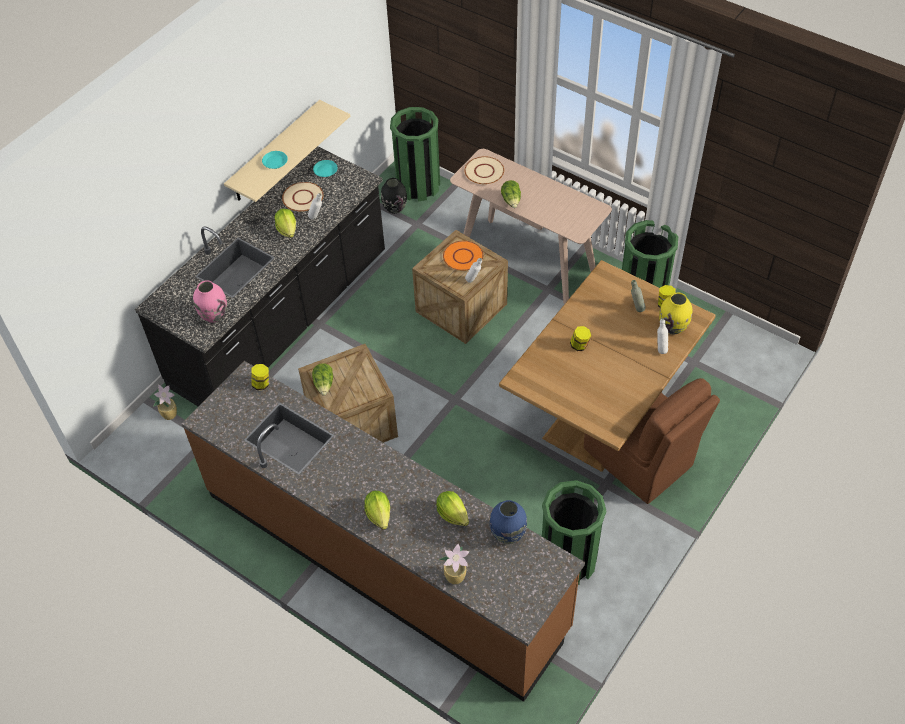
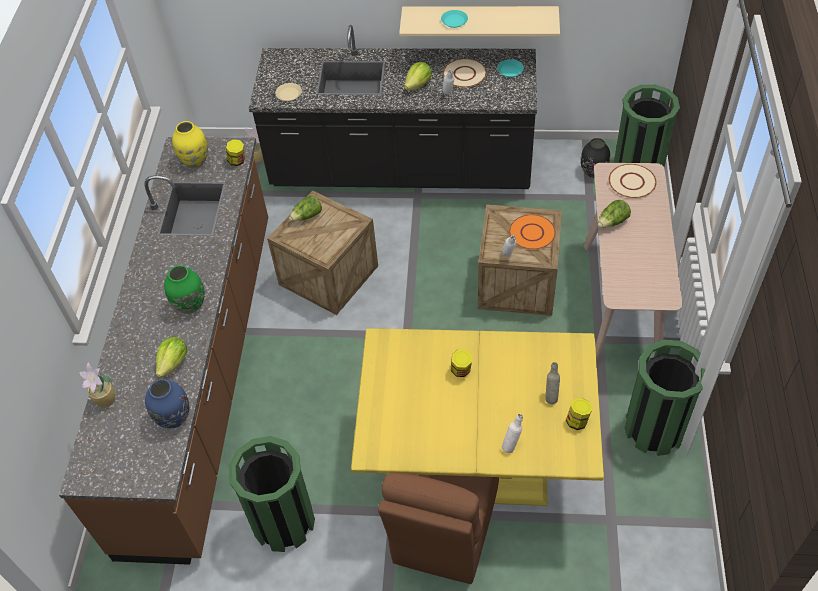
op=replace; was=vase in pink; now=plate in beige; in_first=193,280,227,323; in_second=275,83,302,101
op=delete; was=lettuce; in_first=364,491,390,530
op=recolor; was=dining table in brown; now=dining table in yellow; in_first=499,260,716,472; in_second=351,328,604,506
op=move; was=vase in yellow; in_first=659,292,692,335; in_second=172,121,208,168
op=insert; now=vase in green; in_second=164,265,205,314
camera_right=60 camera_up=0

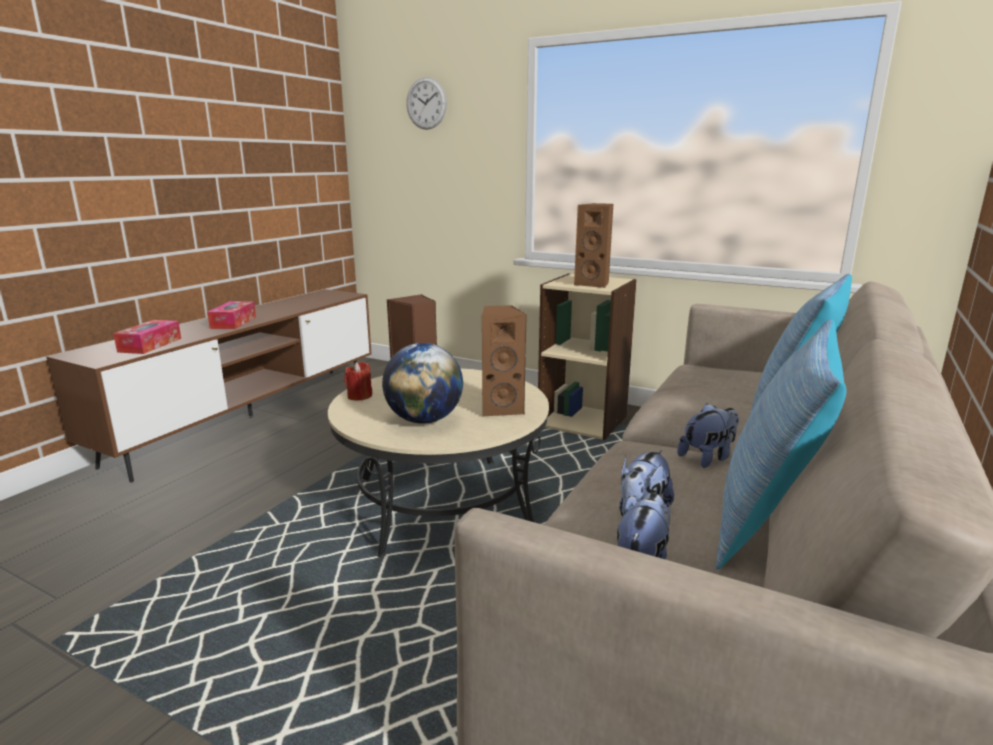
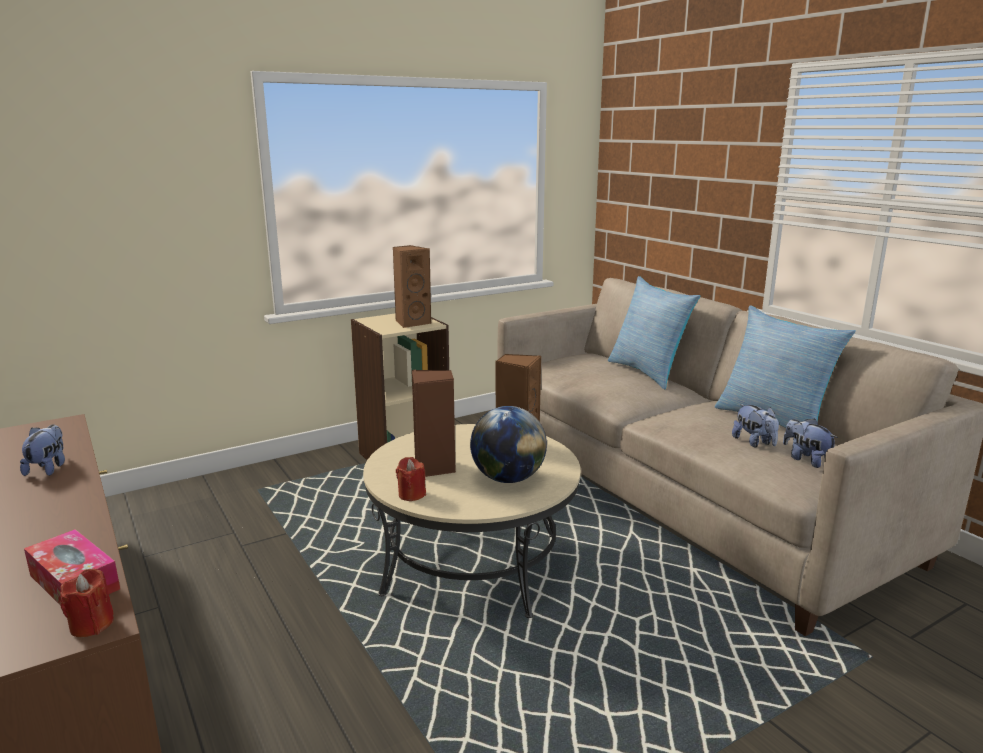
op=delete; was=tissue box; in_first=207,301,256,329
op=delete; was=wall clock; in_first=406,77,447,130
op=move; was=plush toy; in_first=677,403,739,468; in_second=20,424,65,476
op=insert; now=candle in red; in_second=60,568,114,637
camera_right=-60 camera_up=0

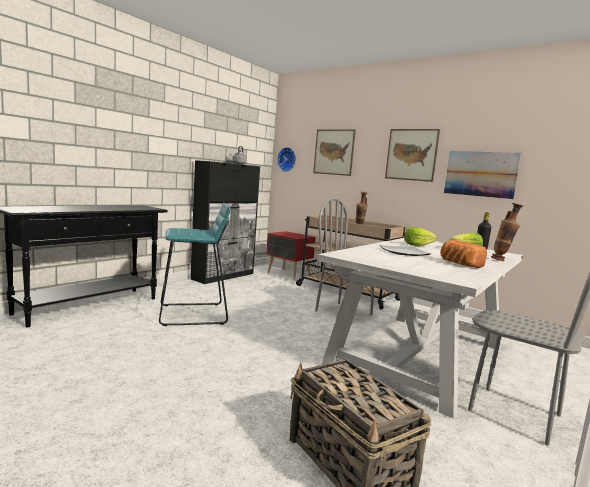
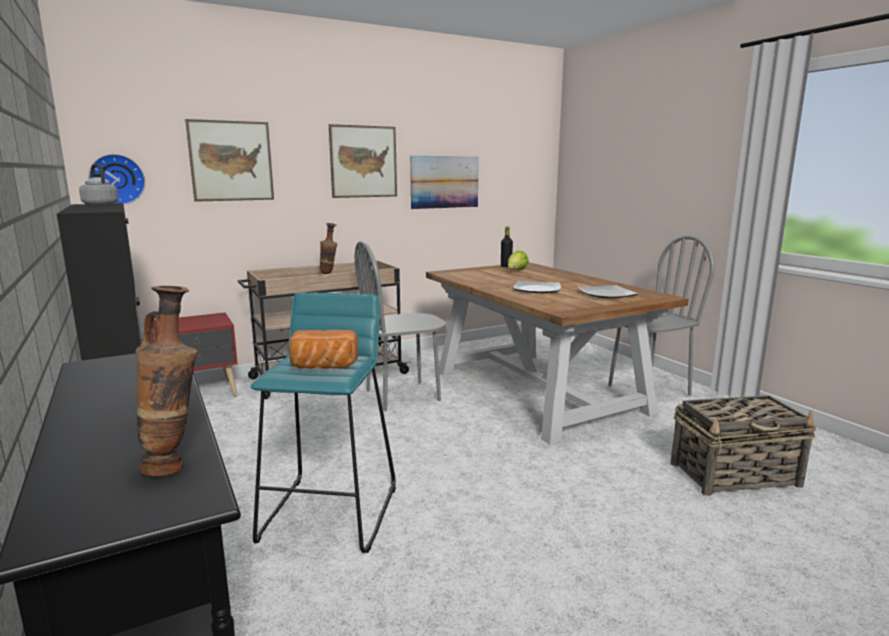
op=recolor; was=dining table in white; now=dining table in brown; in_first=317,238,523,418; in_second=426,262,689,444
op=delete; was=lettuce; in_first=404,227,437,246
op=move; was=bread; in_first=441,240,487,268; in_second=289,330,359,369
op=move; was=vase; in_first=491,203,523,261; in_second=135,286,197,476
op=insert; now=plate; in_second=577,285,638,298
camera_right=-65 camera_up=5

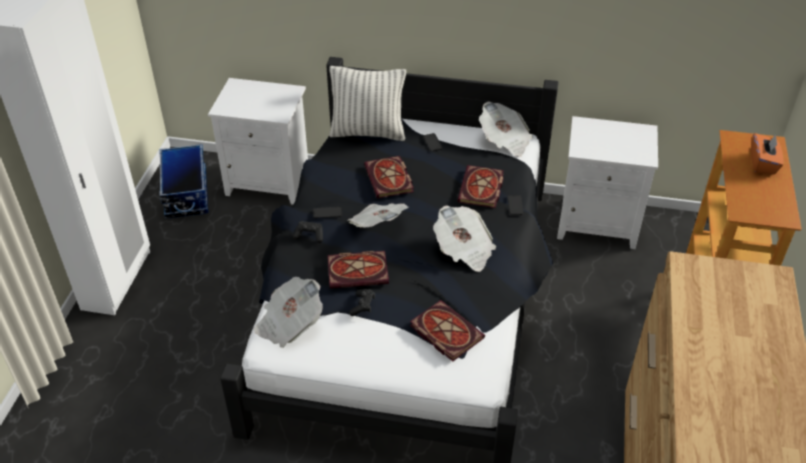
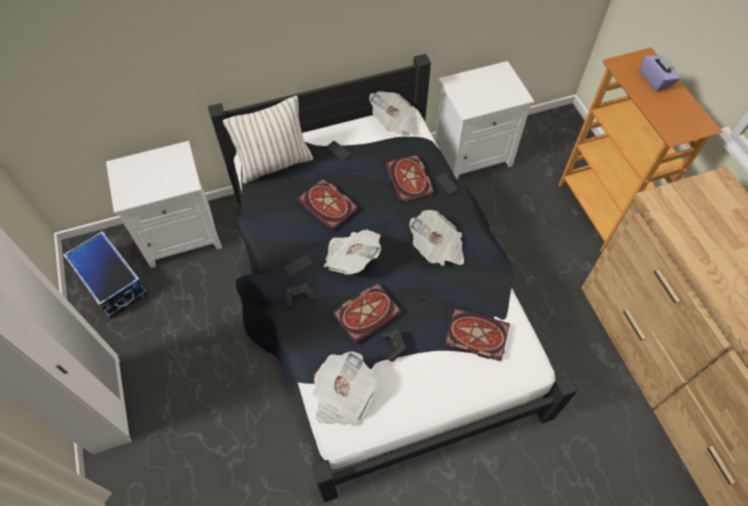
op=recolor; was=tissue box in orange; now=tissue box in purple; in_first=751,133,784,174; in_second=640,53,680,91
camera_right=-30 camera_up=15

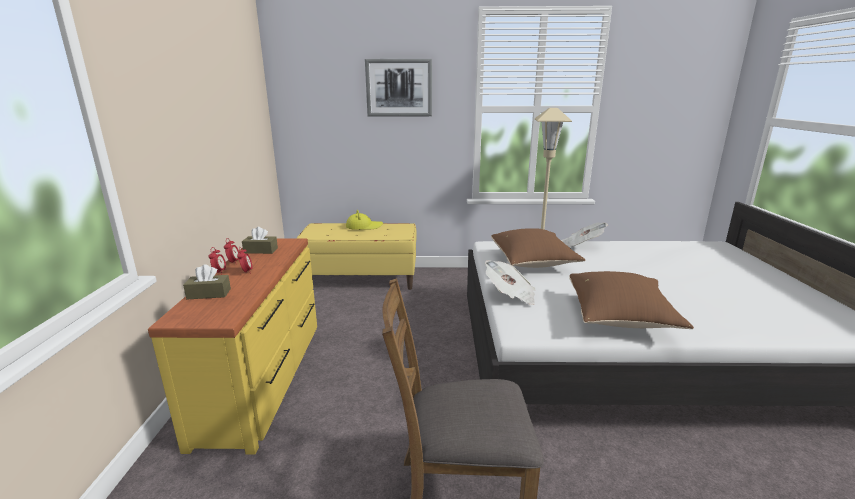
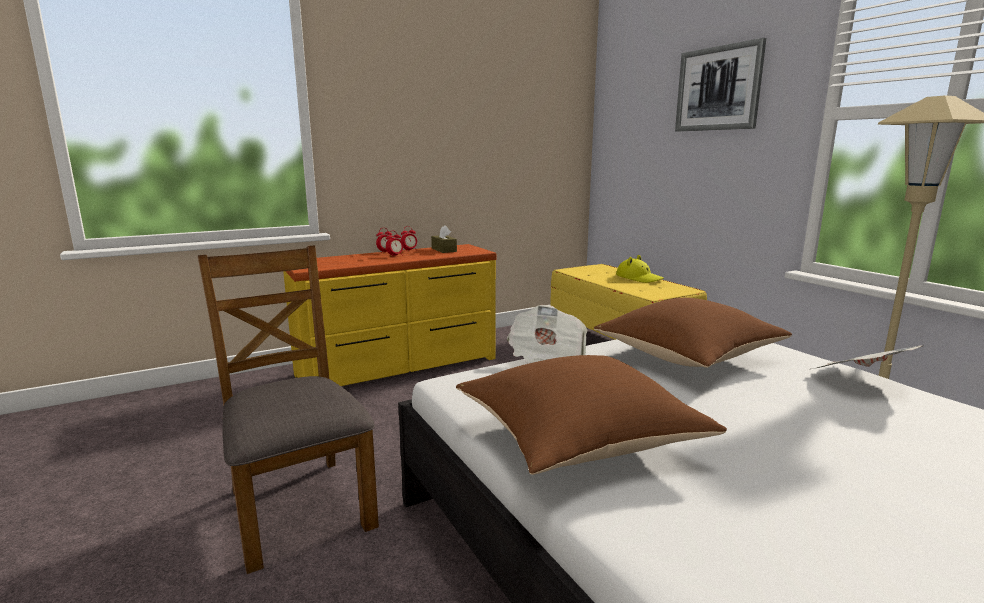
op=delete; was=tissue box in brown; in_first=183,264,231,299
camera_right=60 camera_up=-5

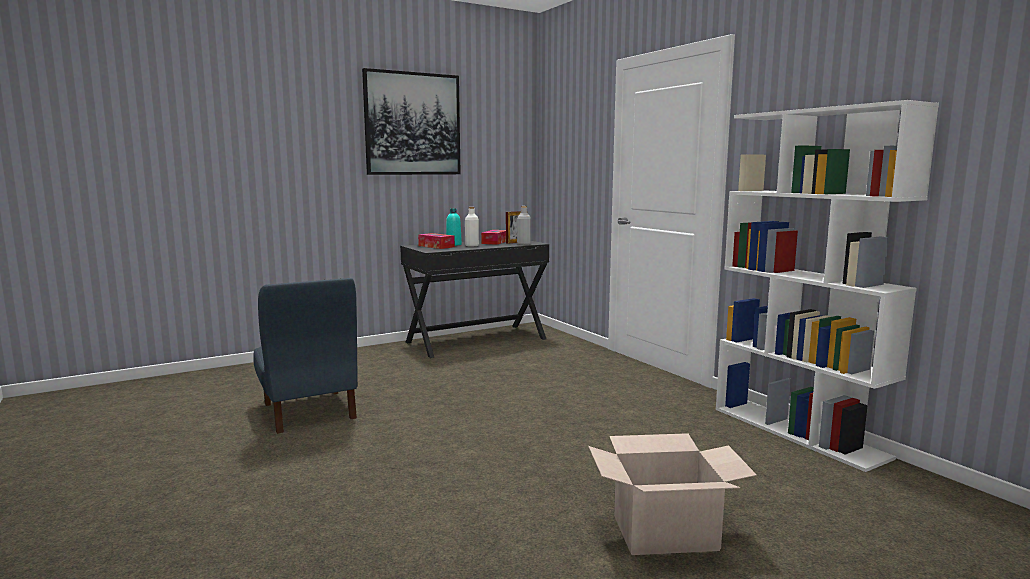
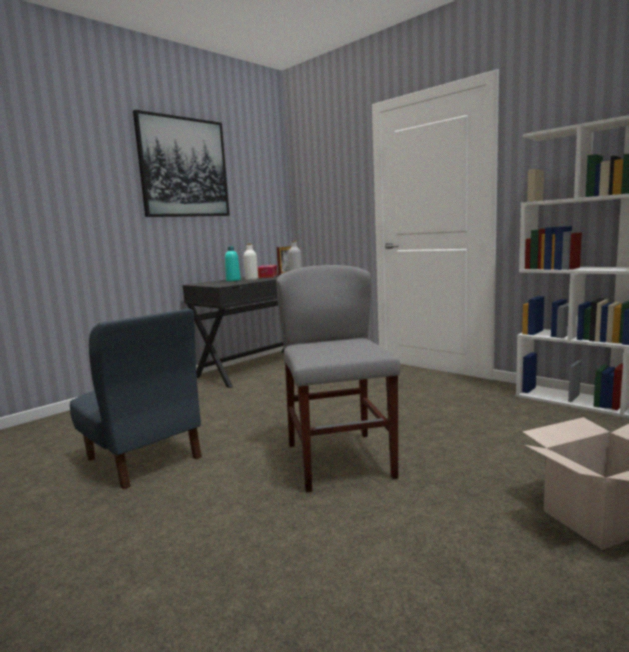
op=delete; was=tissue box; in_first=418,233,455,249
op=insert; now=chair in grey; in_second=276,265,400,492
camera_right=-15 camera_up=0

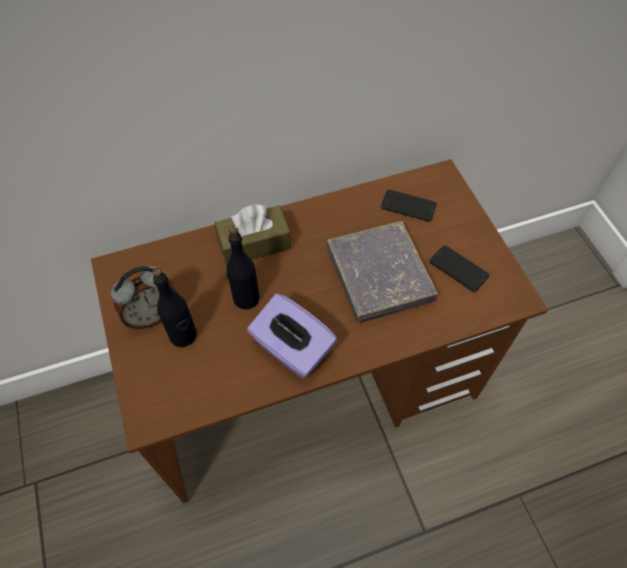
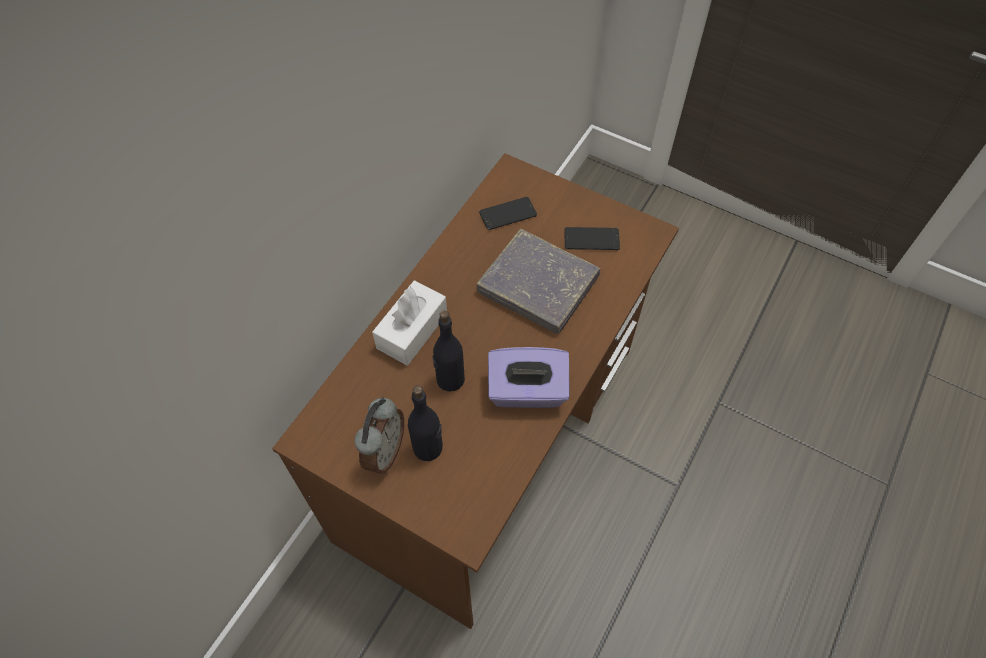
op=recolor; was=tissue box in brown; now=tissue box in white; in_first=215,204,291,266; in_second=372,280,447,365
camera_right=-40 camera_up=0

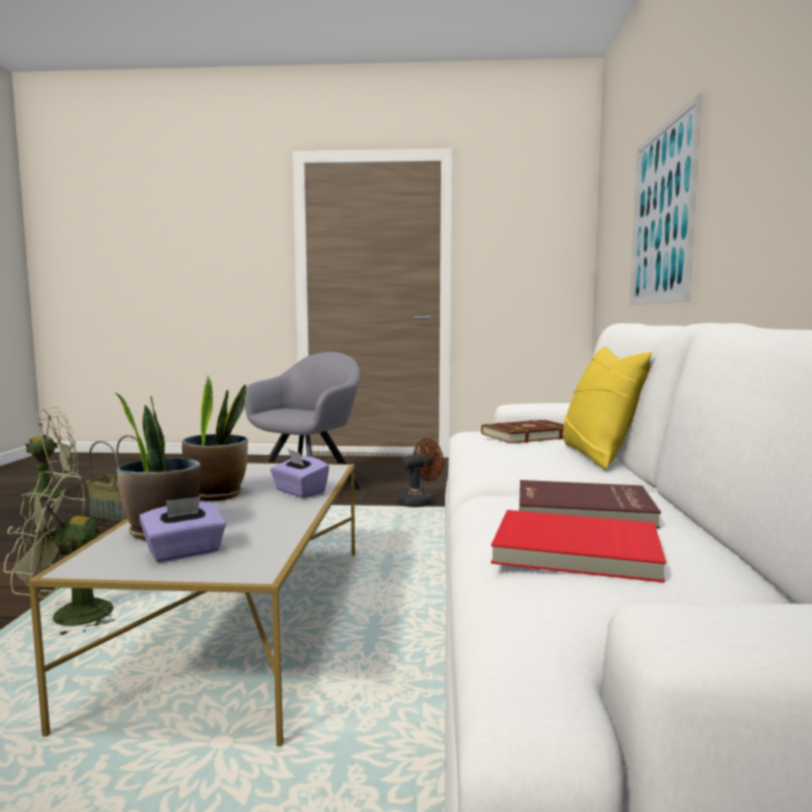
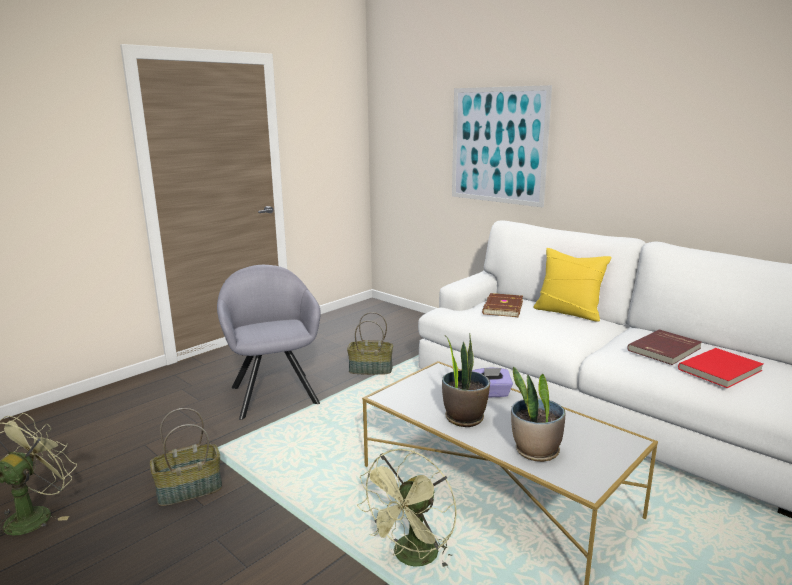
op=delete; was=tissue box in purple; in_first=139,496,226,563
op=replace; was=fan in brown; now=basket; in_first=398,438,444,507; in_second=347,312,393,375
camera_right=-50 camera_up=10

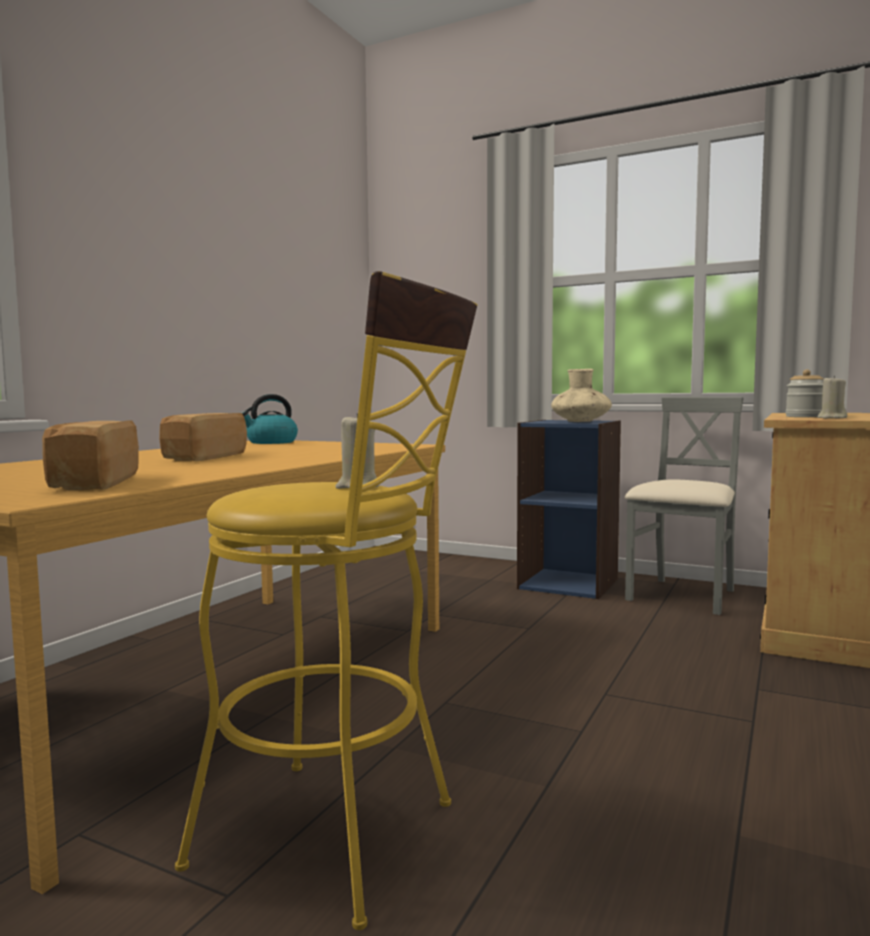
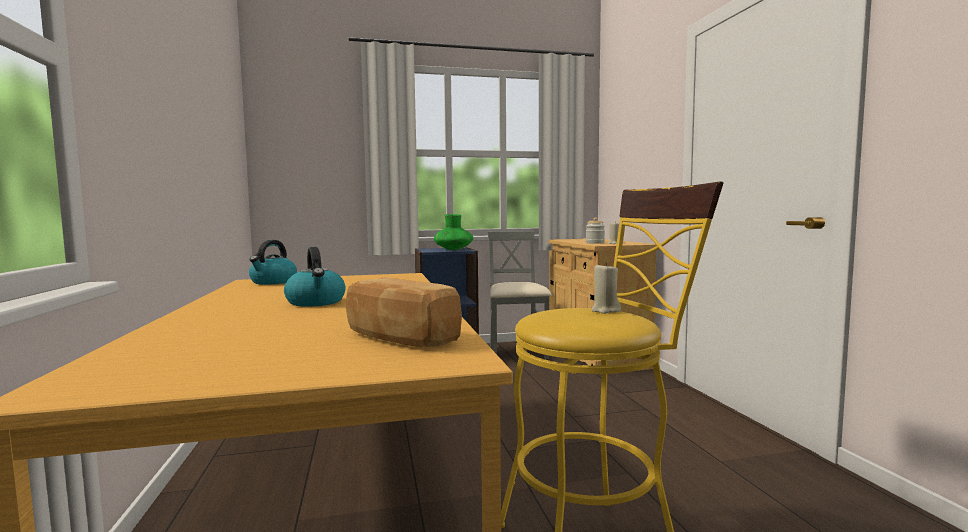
op=replace; was=bread; now=kettle; in_first=159,413,247,461; in_second=284,247,346,307
op=recolor; was=vase in beige; now=vase in green; in_first=551,369,612,422; in_second=434,214,473,250
camera_right=-40 camera_up=0

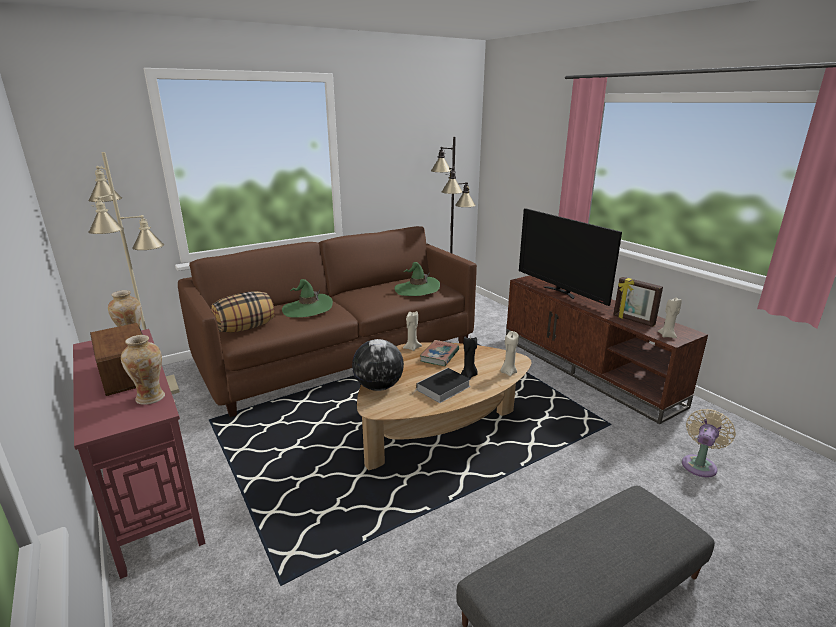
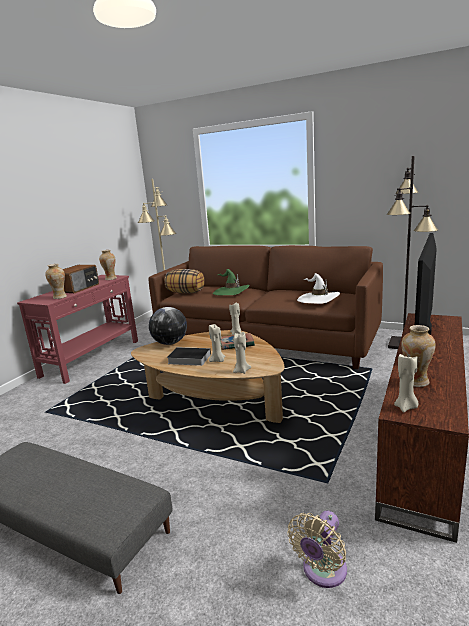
op=recolor; was=hat in green; now=hat in white; in_first=395,262,440,296; in_second=297,273,340,304
op=recolor; was=candle in black; now=candle in beige; in_first=461,336,478,379; in_second=209,324,225,362
op=replace; was=picture frame; now=vase; in_first=613,277,663,327; in_second=401,325,436,387
op=rotate; was=fan in beige; in_first=682,409,736,478; in_second=287,511,347,588; clockwise=120
camera_right=60 camera_up=-5

